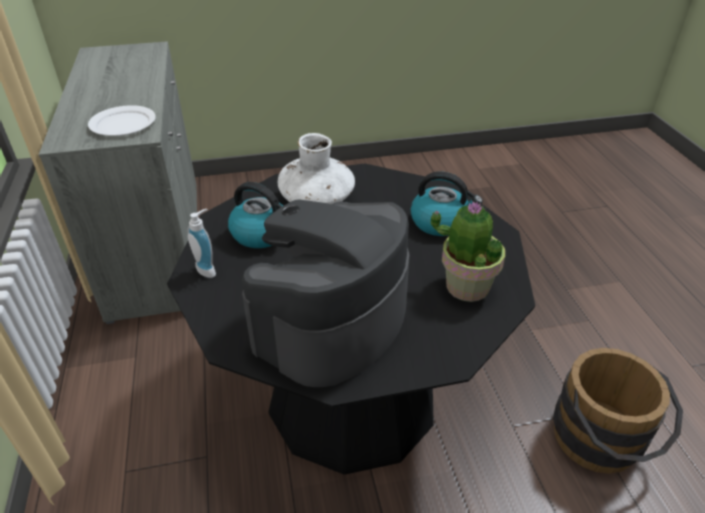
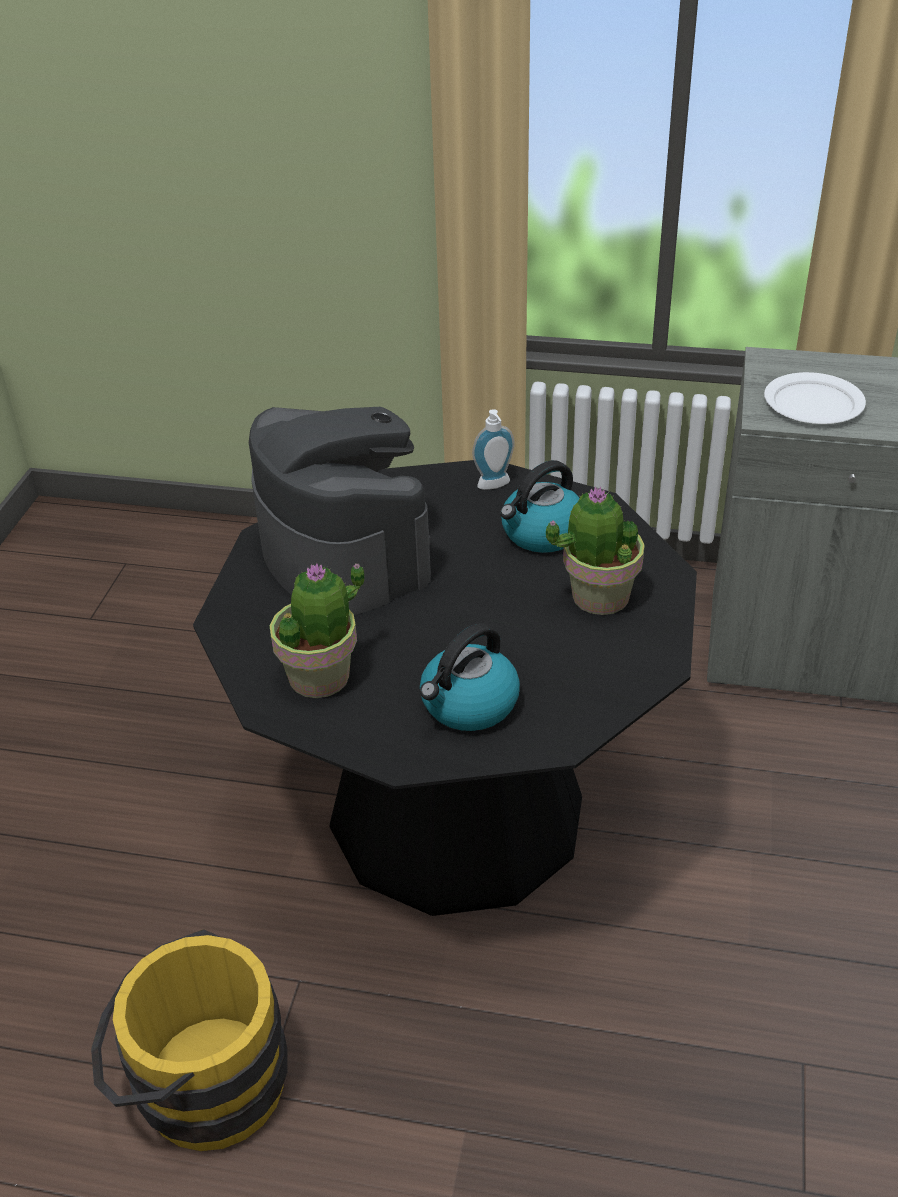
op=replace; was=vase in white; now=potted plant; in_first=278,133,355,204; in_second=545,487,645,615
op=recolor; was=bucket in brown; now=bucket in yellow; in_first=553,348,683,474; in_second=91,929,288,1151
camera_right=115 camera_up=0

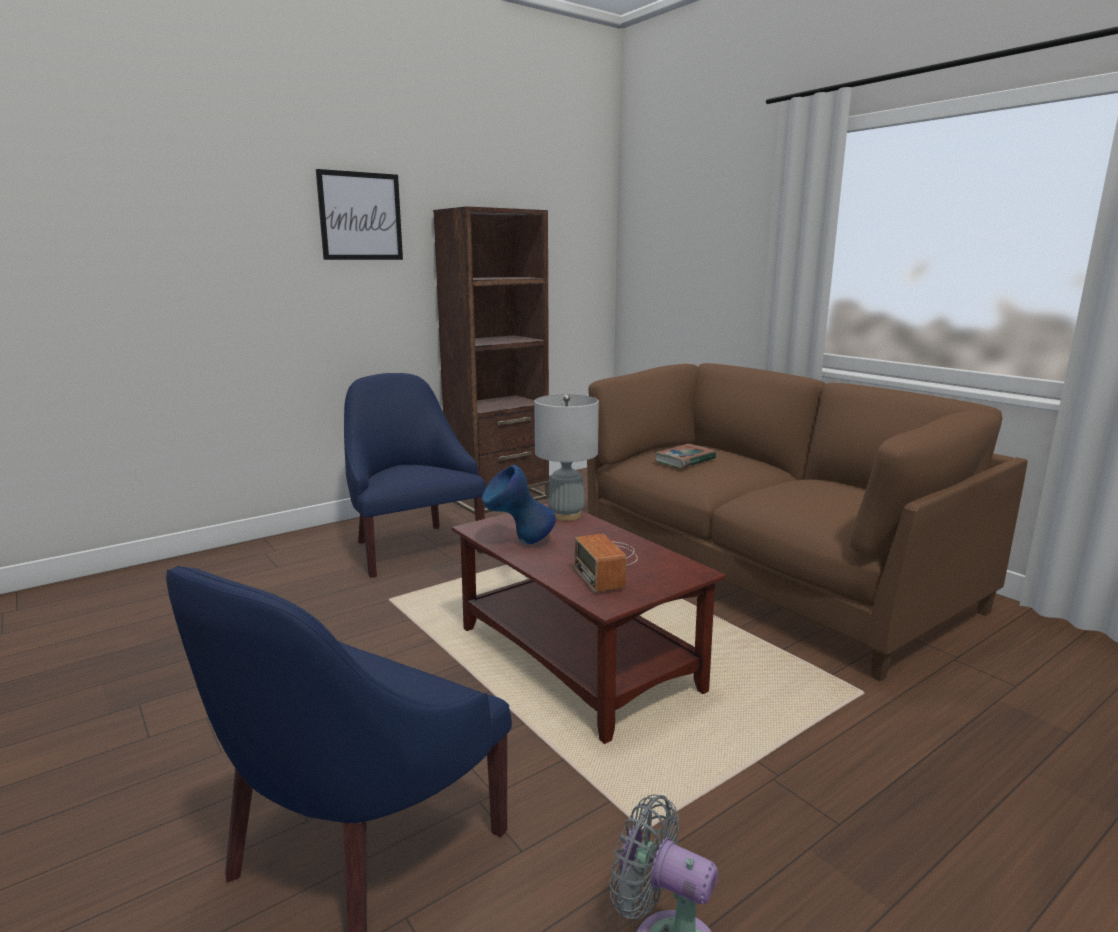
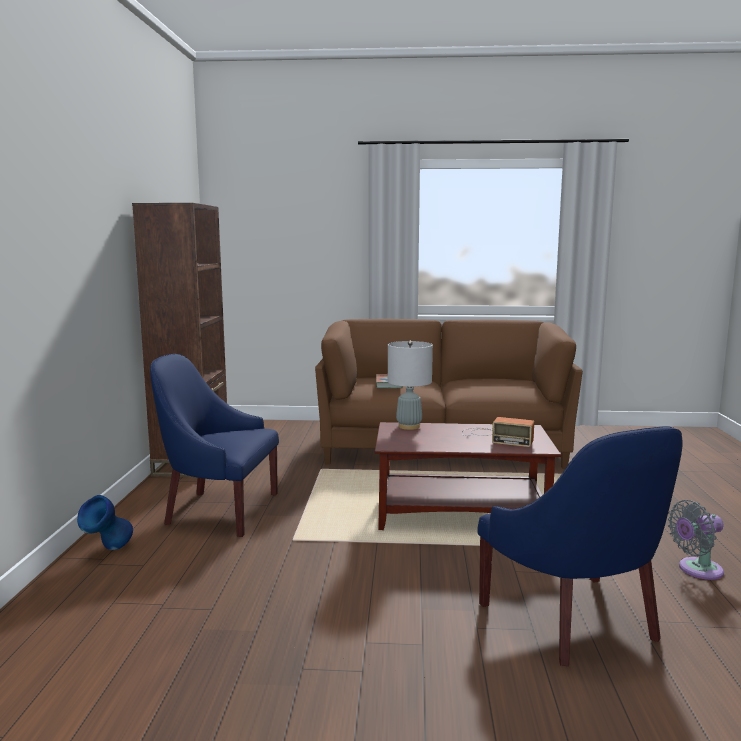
op=delete; was=picture; in_first=316,169,403,260
op=move; was=vase in blue; in_first=482,465,556,544; in_second=77,495,133,550
camera_right=-50 camera_up=-5

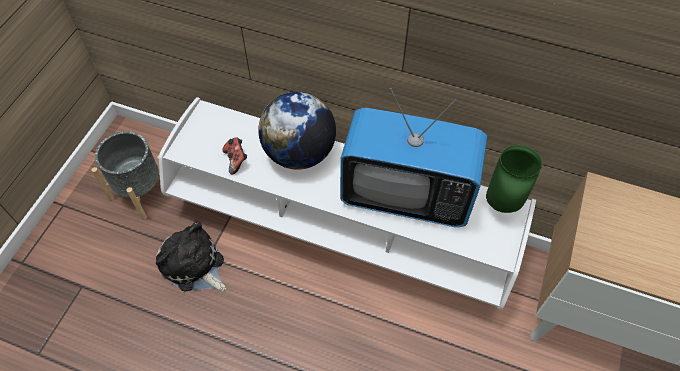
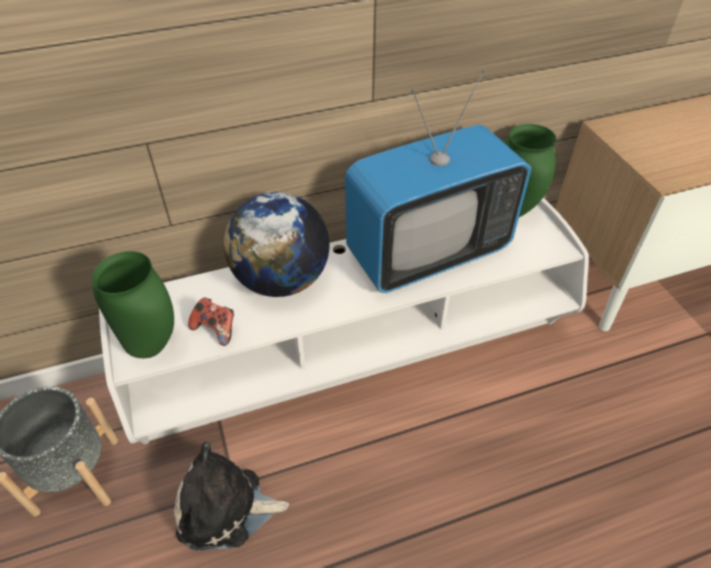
op=insert; now=vase in green; in_second=92,251,174,358
camera_right=-40 camera_up=-10

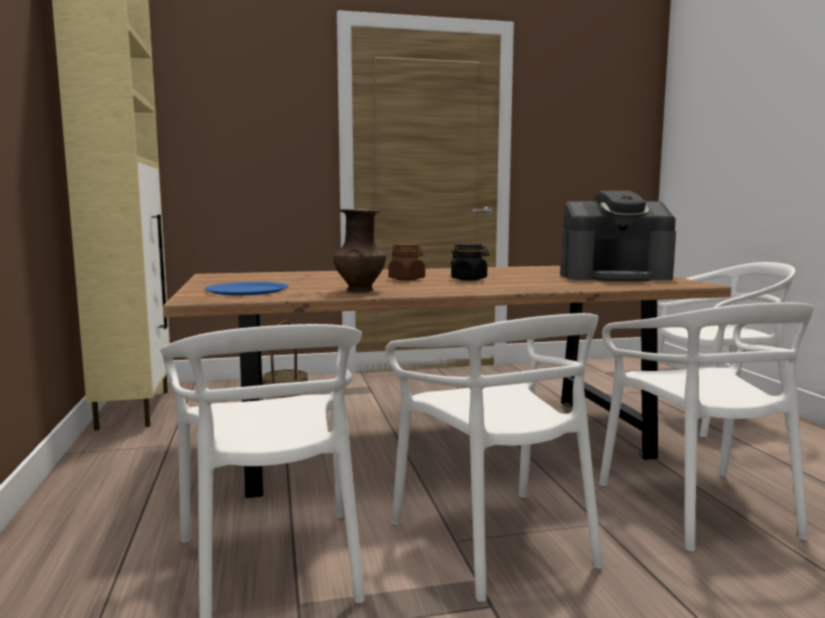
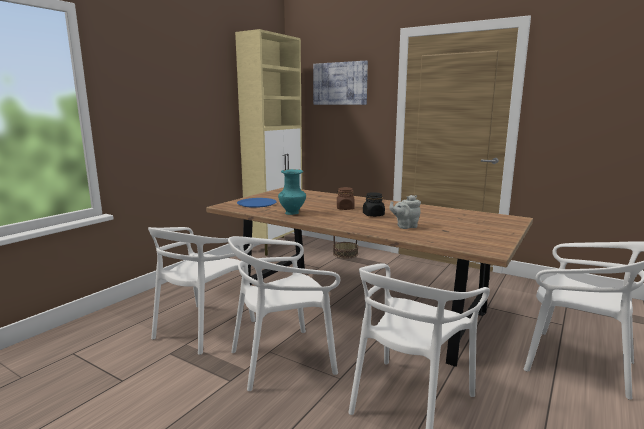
op=recolor; was=vase in brown; now=vase in turquoise; in_first=333,209,386,293; in_second=278,169,306,215
op=rotate; was=chair in white; in_first=385,313,603,602; in_second=228,236,340,391; clockwise=45
op=delete; was=coffee machine; in_first=560,191,676,281
op=insert; now=picture; in_second=313,61,368,105
op=insert; now=teapot in grey; in_second=389,195,421,229
camera_right=45 camera_up=5

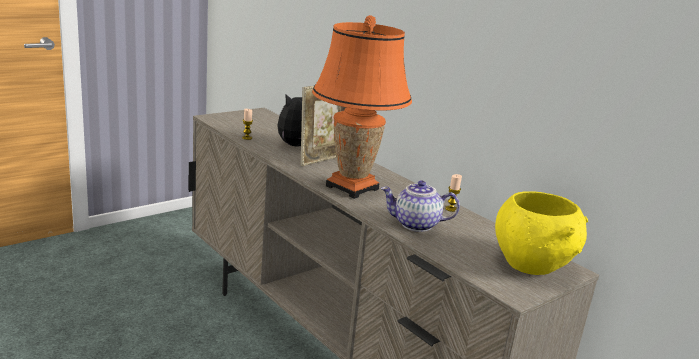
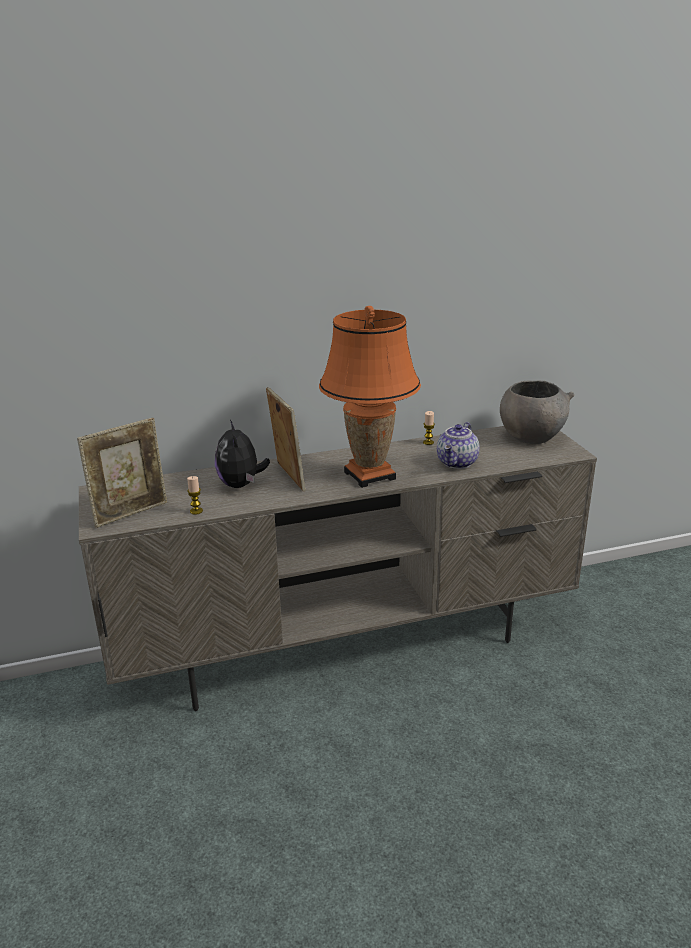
op=recolor; was=bowl in yellow; now=bowl in grey; in_first=495,191,588,275; in_second=500,381,575,444
op=insert; now=picture frame; in_second=77,418,167,528
camera_right=-65 camera_up=5

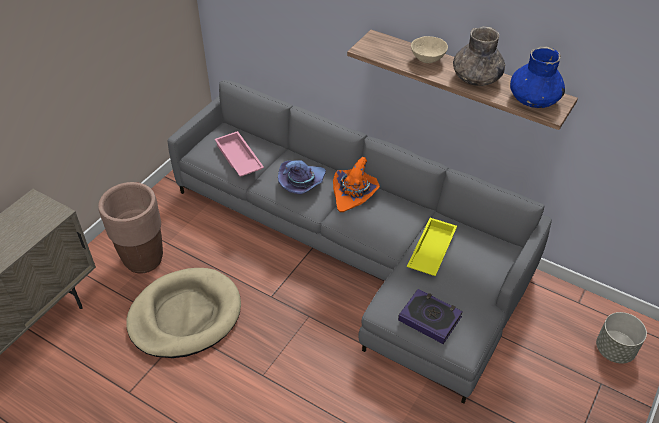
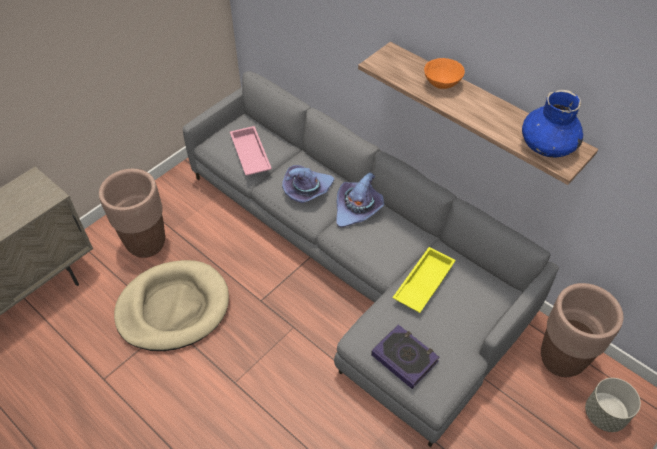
op=recolor; was=hat in orange; now=hat in purple; in_first=333,157,380,212; in_second=337,172,384,227
op=recolor; was=bowl in beige; now=bowl in orange; in_first=411,36,448,63; in_second=424,58,465,89
op=delete; was=vase in grey; in_first=453,26,505,86
op=insert; now=planter in brown; in_second=541,283,623,377
camera_right=10 camera_up=5

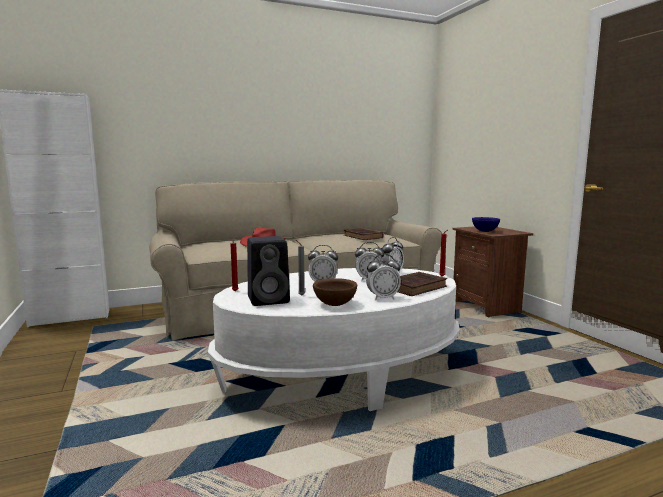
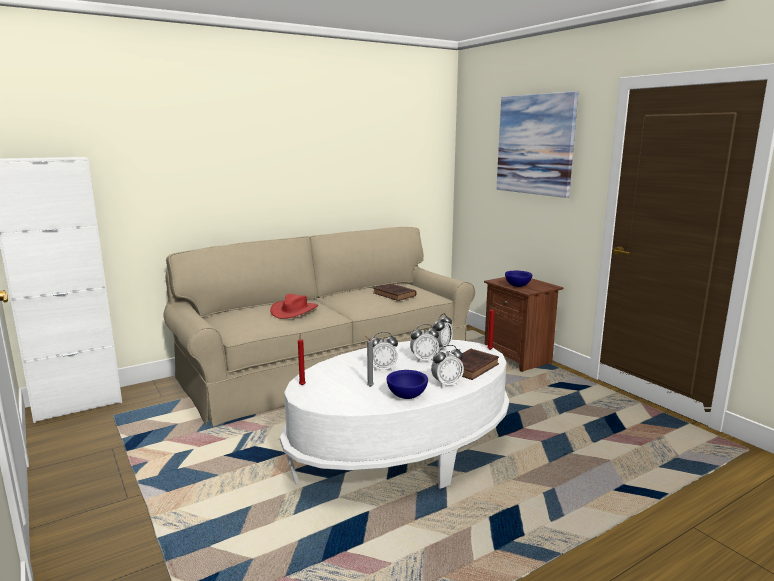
op=delete; was=speaker in black; in_first=247,236,290,306
op=recolor; was=bowl in brown; now=bowl in blue; in_first=313,278,357,306; in_second=386,370,428,399
op=insert; now=picture; in_second=497,91,578,198
camera_right=-10 camera_up=5

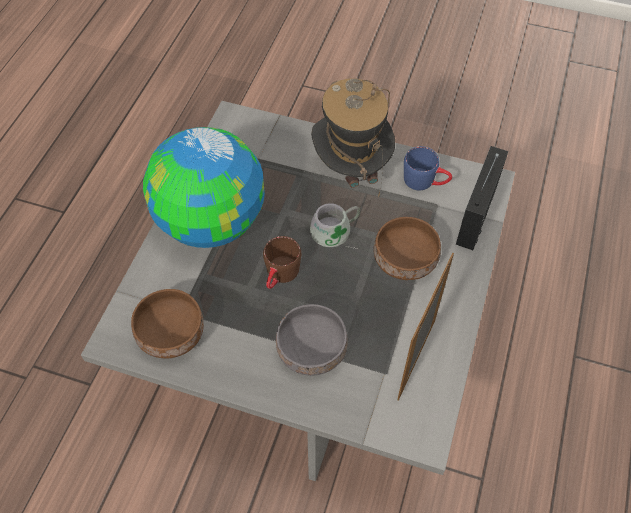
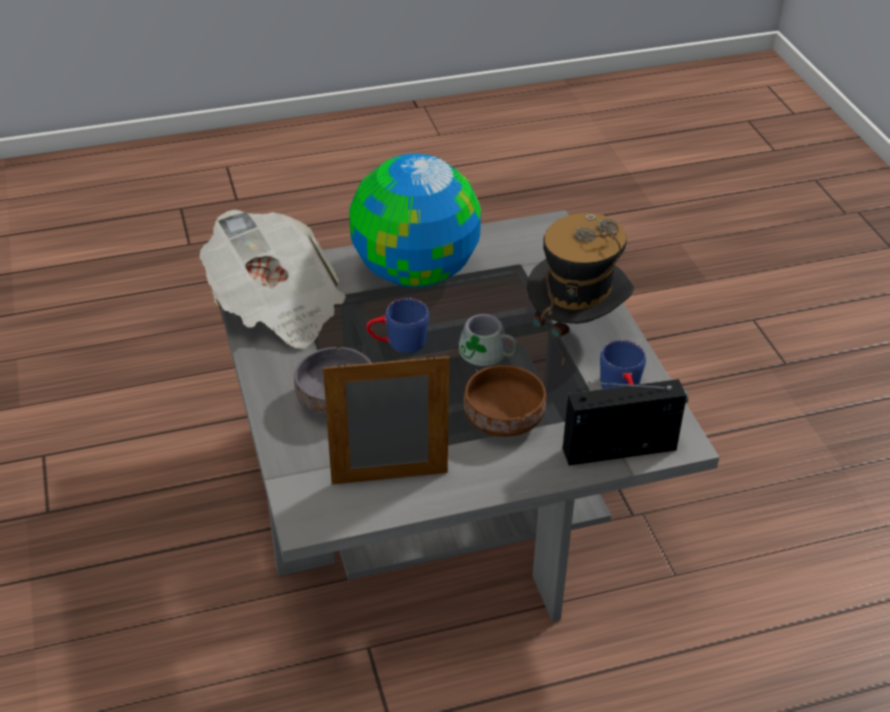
op=replace; was=bowl in brown; now=newspaper; in_first=131,289,204,359; in_second=200,209,346,349
op=recolor; was=mug in brown; now=mug in blue; in_first=263,236,301,289; in_second=366,298,429,353
camera_right=55 camera_up=-15

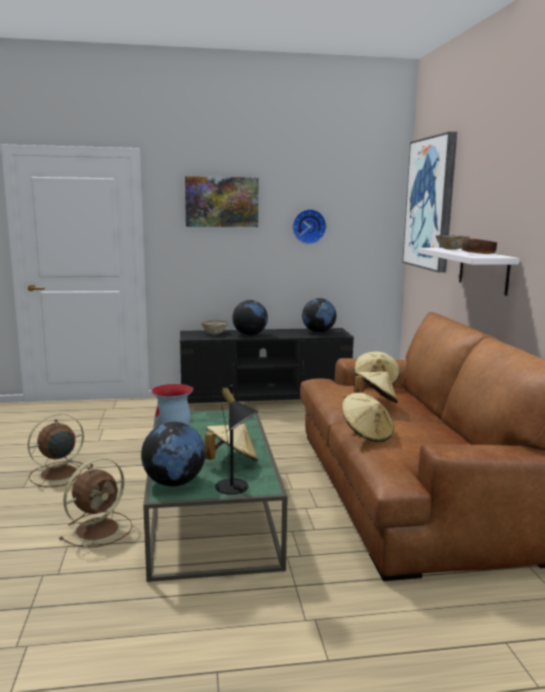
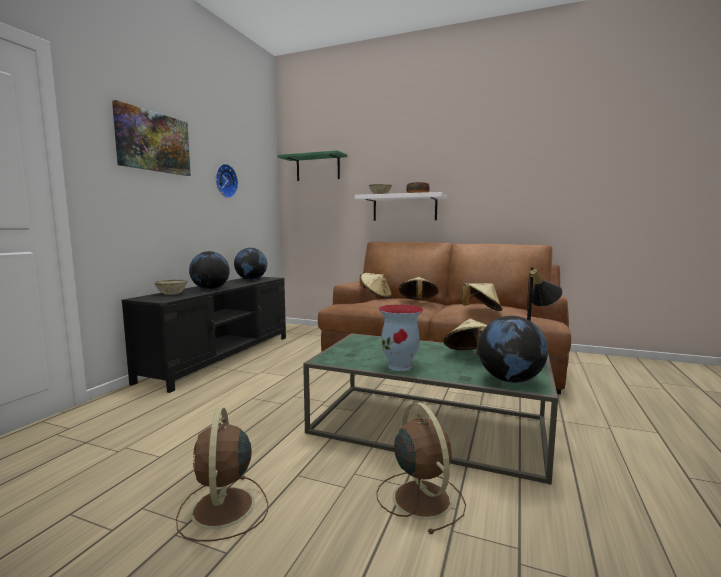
op=replace; was=picture; now=shelf in green; in_first=402,132,457,273; in_second=277,150,348,181
camera_right=-60 camera_up=-5

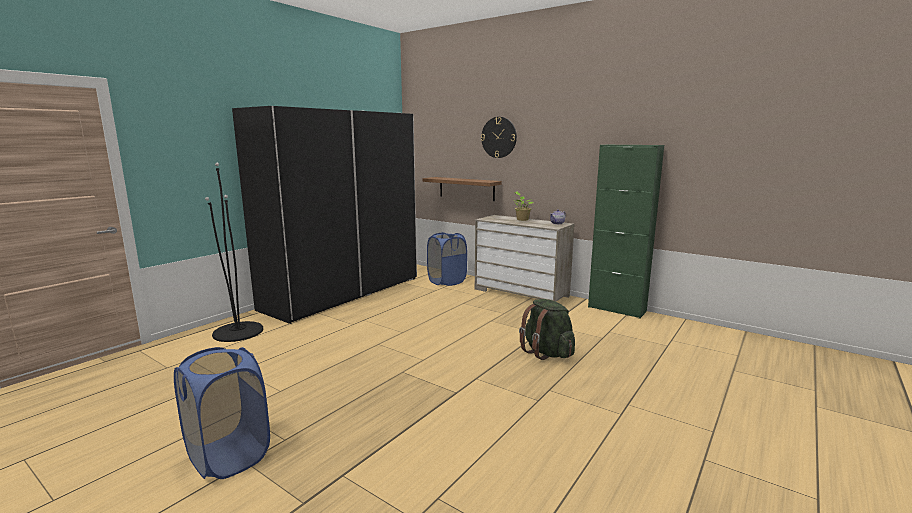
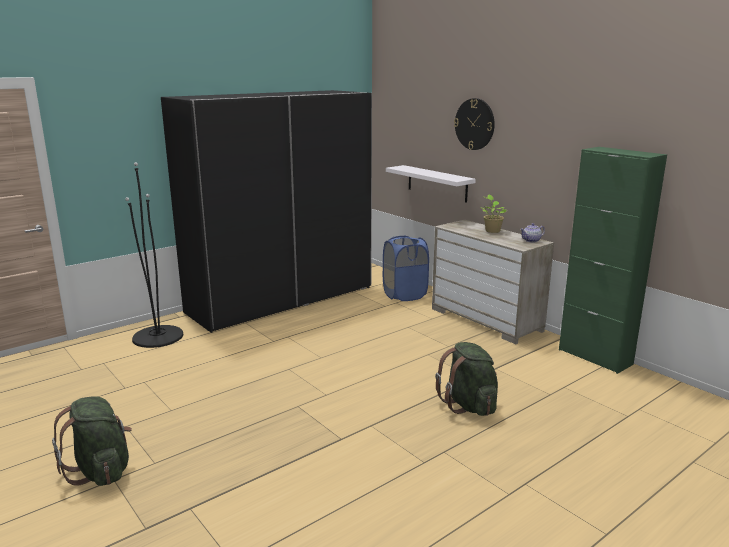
op=replace; was=laundry basket in blue; now=backpack in green; in_first=174,347,270,479; in_second=52,396,132,486
op=recolor; was=shelf in brown; now=shelf in white; in_first=422,177,502,201; in_second=386,165,476,203
camera_right=15 camera_up=5

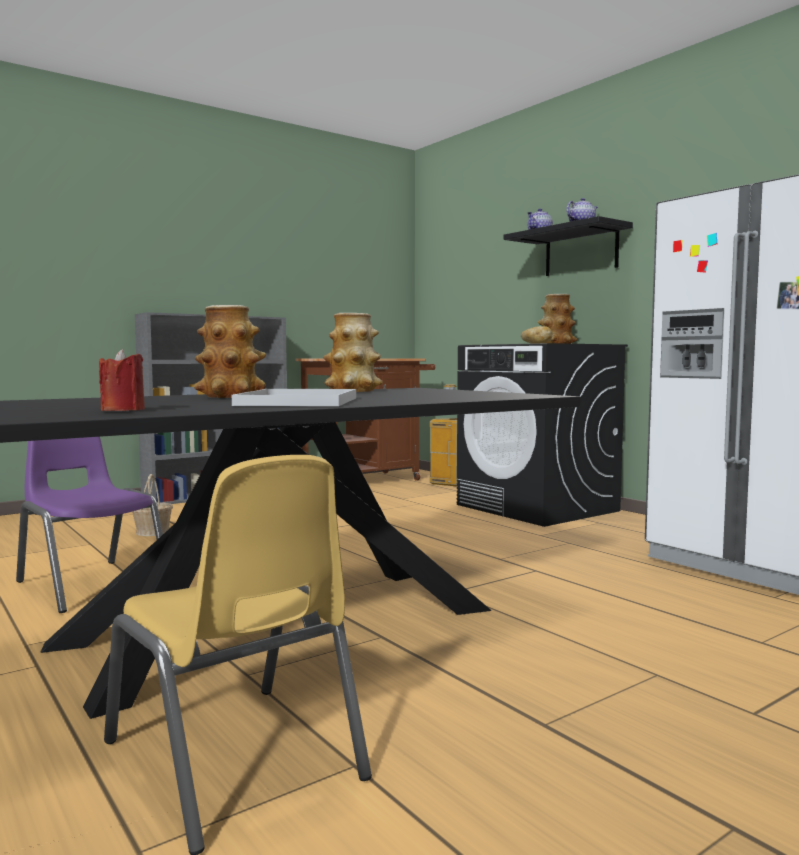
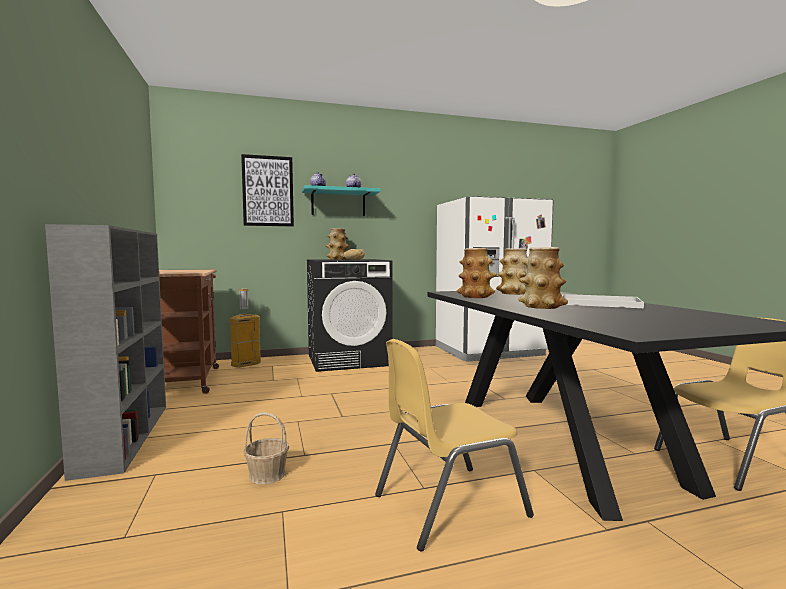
op=recolor; was=chair in purple; now=chair in yellow; in_first=16,437,163,613; in_second=375,339,534,552
op=delete; was=candle in red; in_first=99,349,145,411
op=recolor; was=shelf in black; now=shelf in turquoise; in_first=503,216,633,276; in_second=302,185,381,216
op=insert; now=picture; in_second=241,154,294,226
op=insert; now=vase; in_second=496,248,527,295
camera_right=-70 camera_up=0

